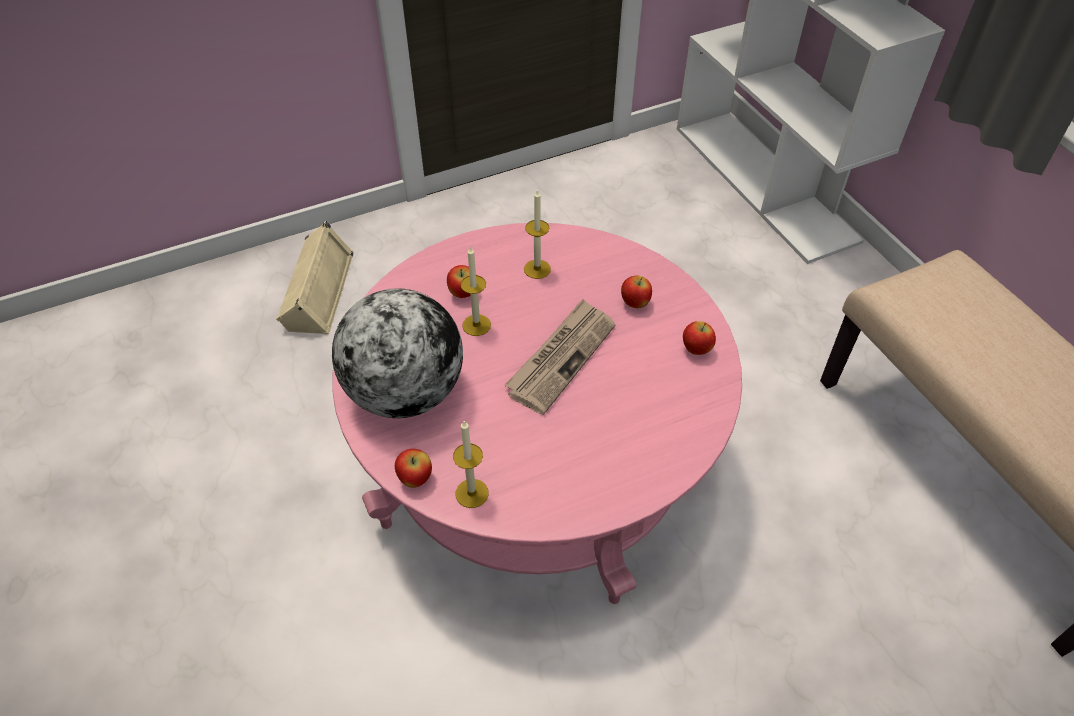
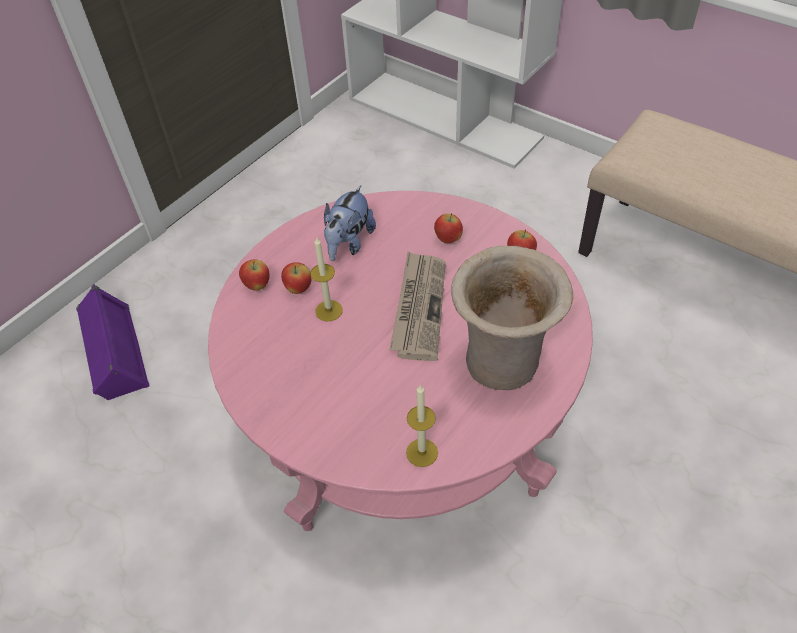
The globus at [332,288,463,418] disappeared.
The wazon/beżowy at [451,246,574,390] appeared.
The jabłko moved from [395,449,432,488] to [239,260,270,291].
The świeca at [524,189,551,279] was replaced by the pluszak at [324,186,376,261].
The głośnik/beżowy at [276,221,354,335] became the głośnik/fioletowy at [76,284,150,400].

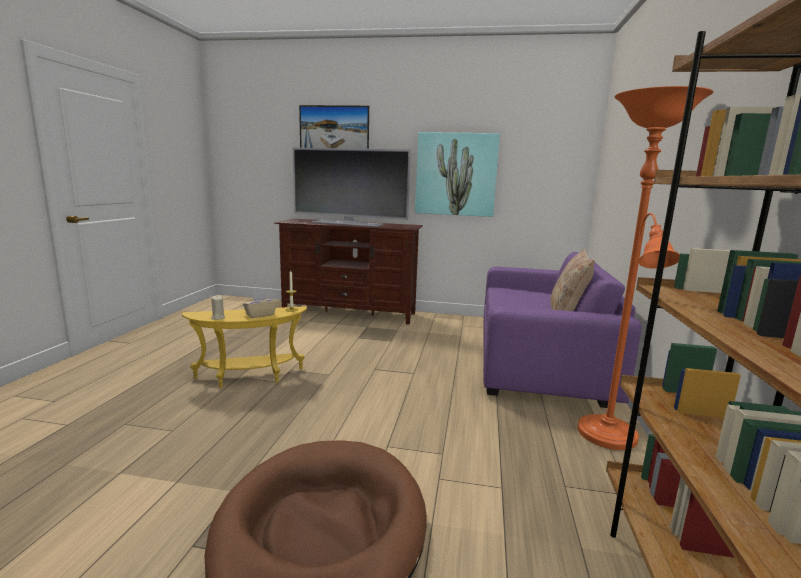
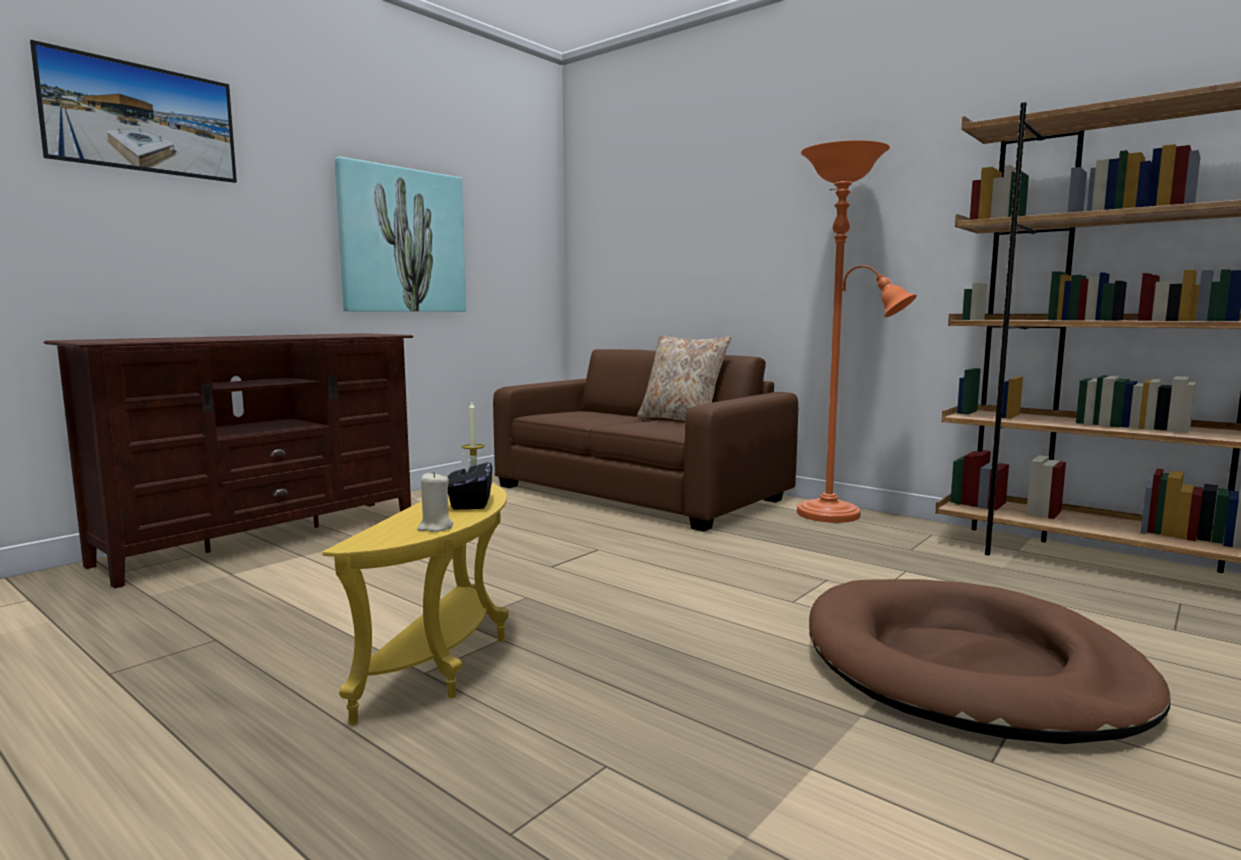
The telewizor at [293,148,411,227] disappeared.
The pudełko chusteczek/beżowy at [243,292,277,318] became the pudełko chusteczek/czarny at [448,451,493,509].
The kanapa/fioletowy at [483,252,641,408] became the kanapa/brązowy at [493,349,798,531].

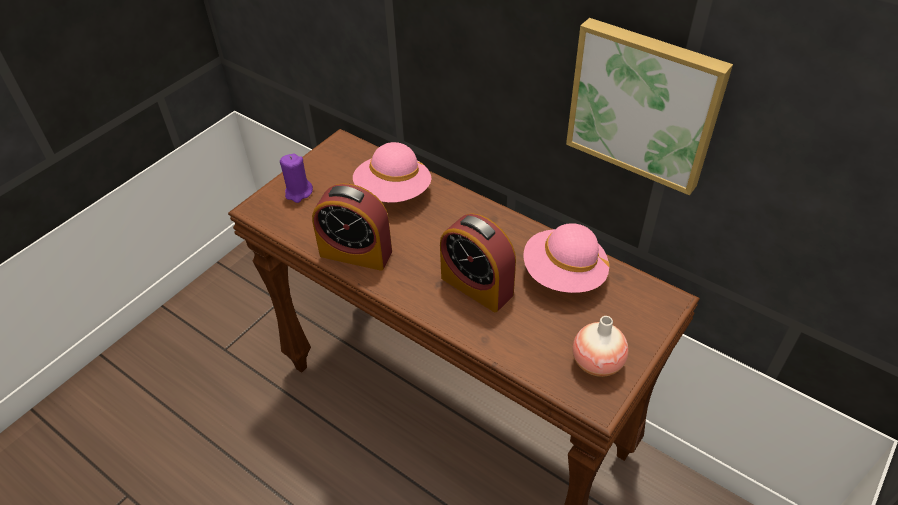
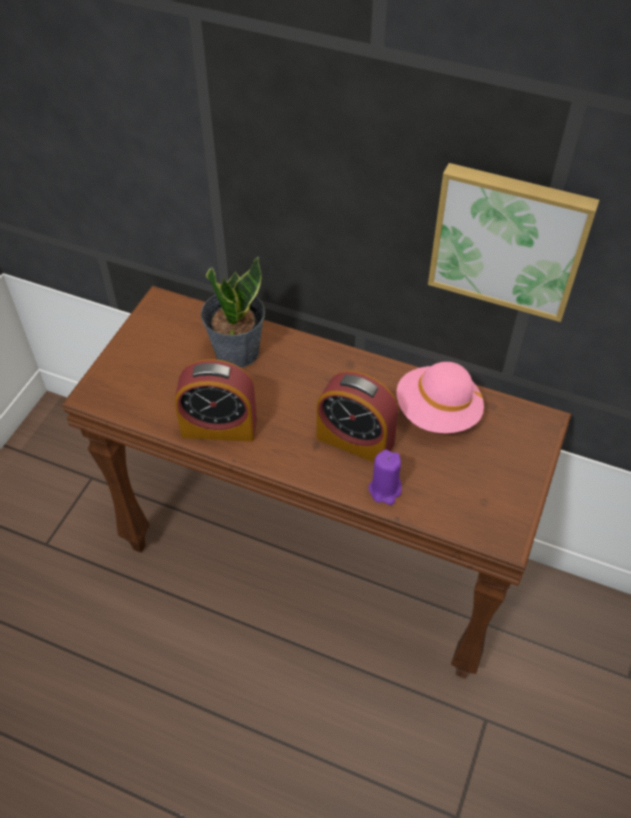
The wazon at [572,316,628,377] disappeared.
The świeca/fioletowy moved from [280,153,313,203] to [369,450,402,505].
The kapelusz/różowy at [353,142,431,203] was replaced by the roślina doniczkowa at [201,257,265,368].

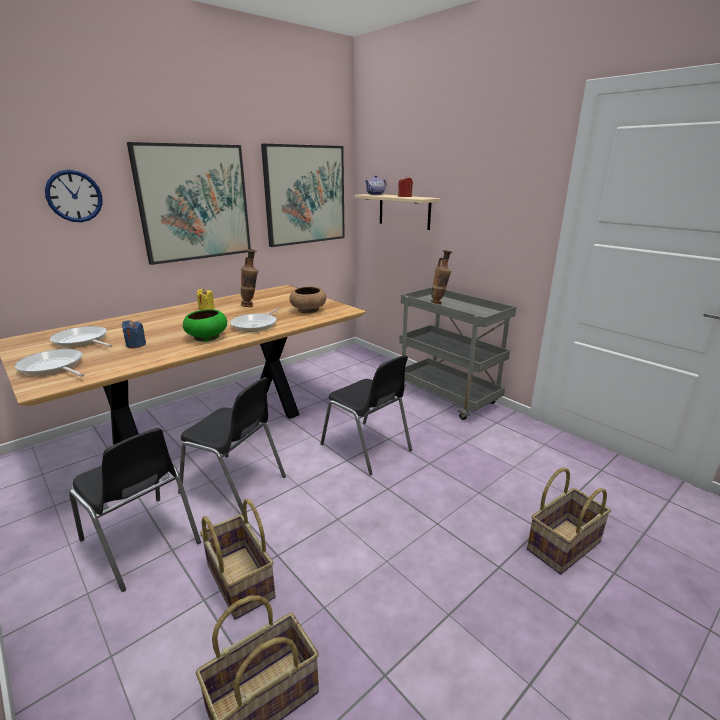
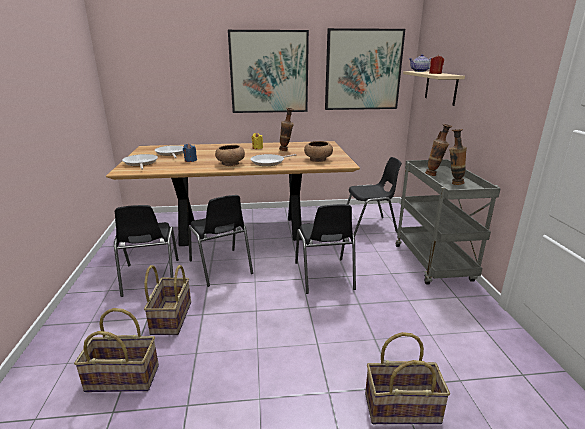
The zegar ścienny at [45,170,103,222] disappeared.
The krzesło/czarny at [347,157,402,237] appeared.
The wazon at [449,129,467,185] appeared.
The miska/zielony at [183,309,227,342] became the miska/brązowy at [215,145,245,166].

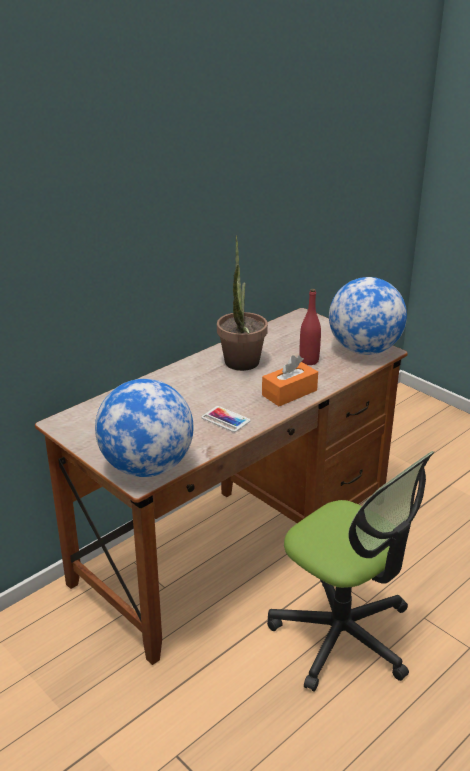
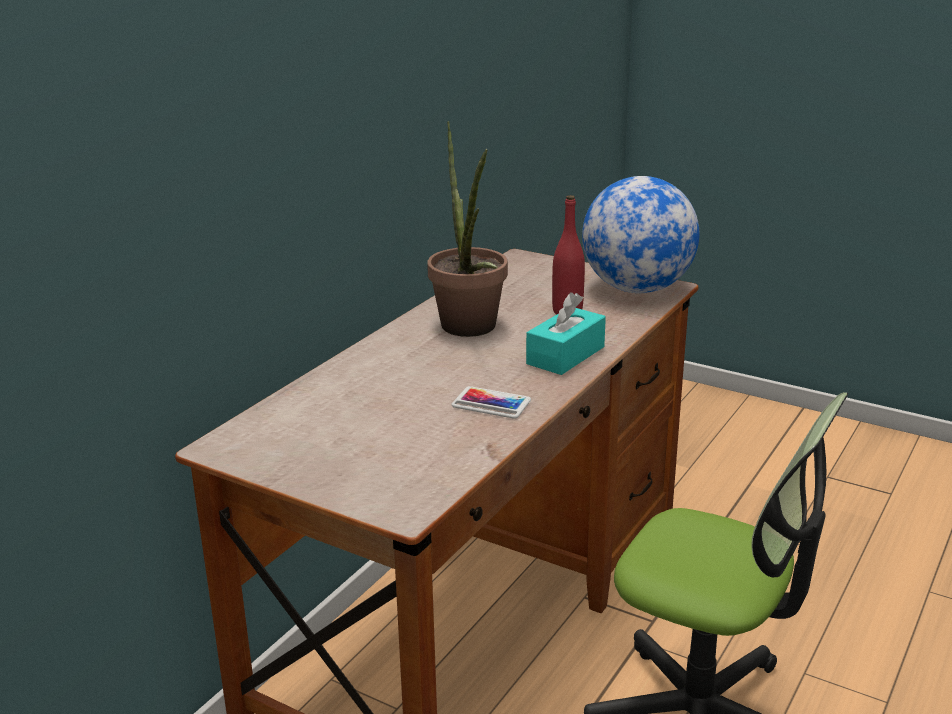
The globus at [95,379,194,477] disappeared.
The pudełko chusteczek/pomarańczowy at [262,355,318,406] became the pudełko chusteczek/turkusowy at [526,293,606,375].

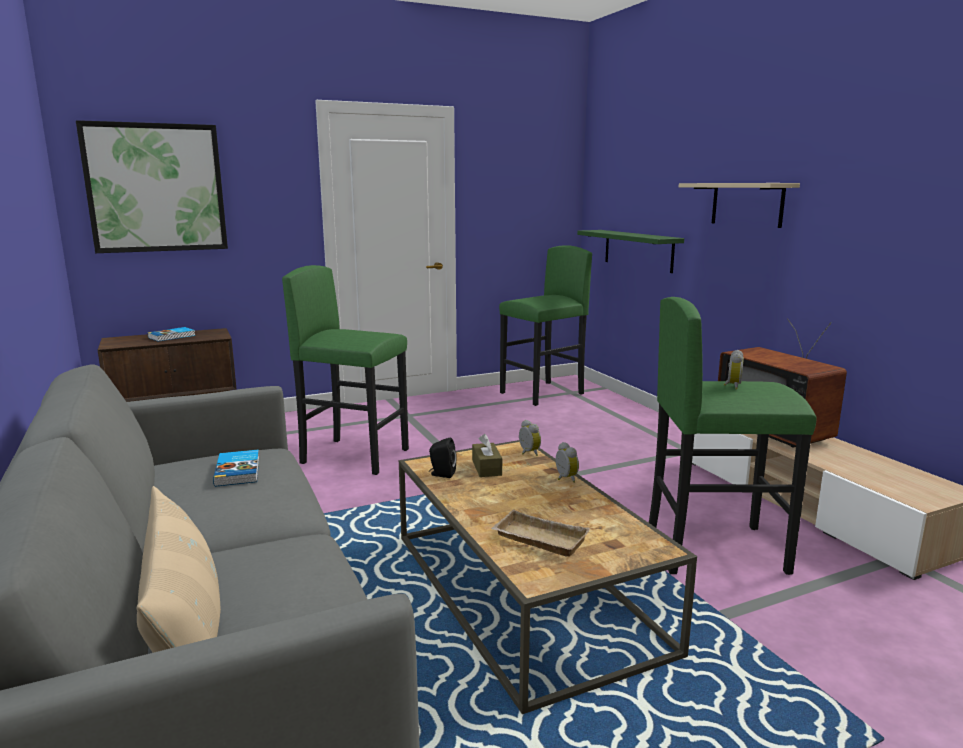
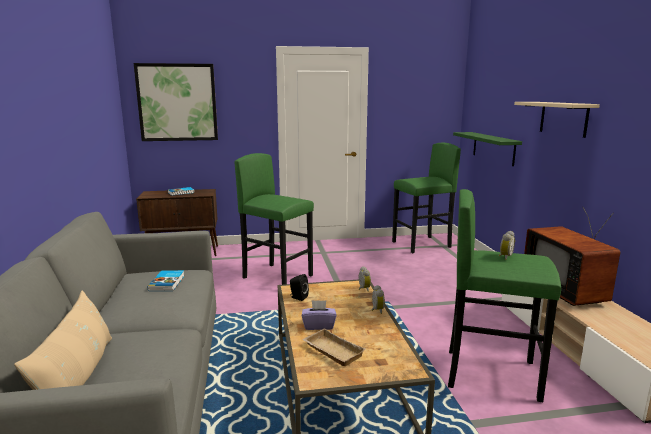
The pudełko chusteczek/brązowy at [472,434,502,477] disappeared.
The pudełko chusteczek/fioletowy at [302,300,337,330] appeared.

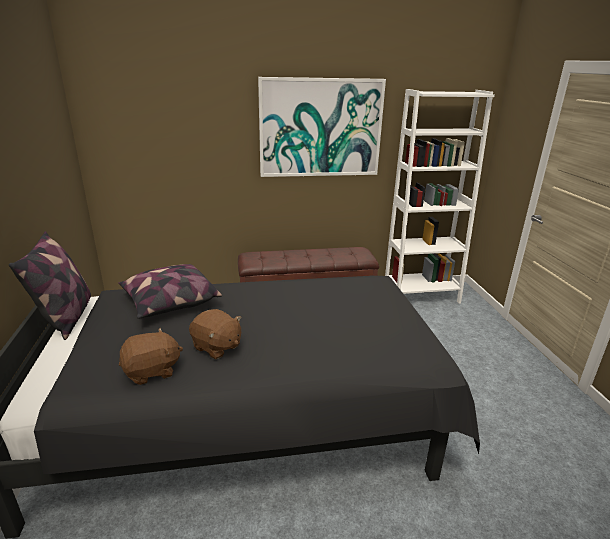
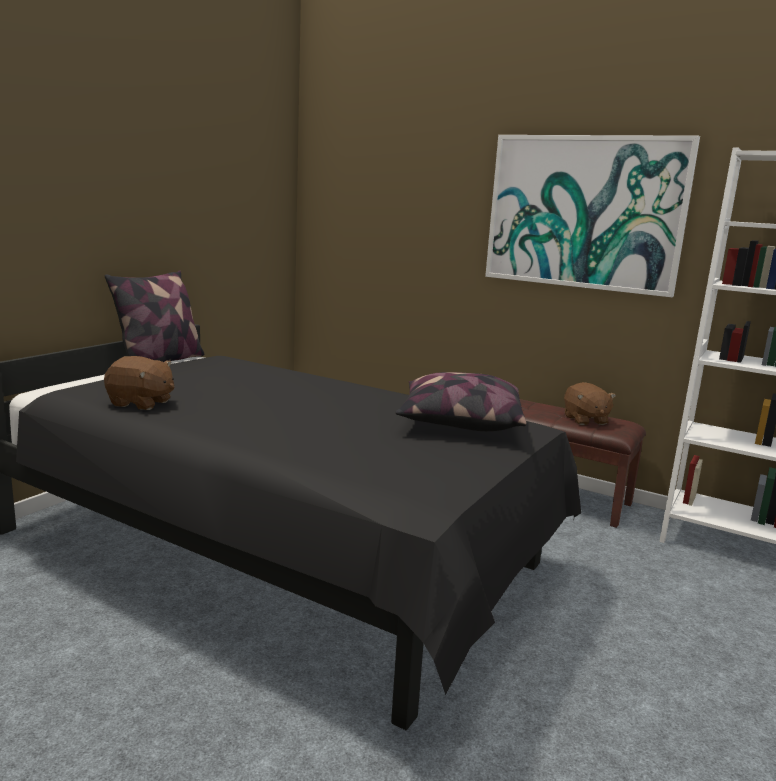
The poduszka moved from [118,264,222,319] to [395,372,527,431].
The pluszak/brązowy moved from [189,309,241,360] to [564,382,616,425].

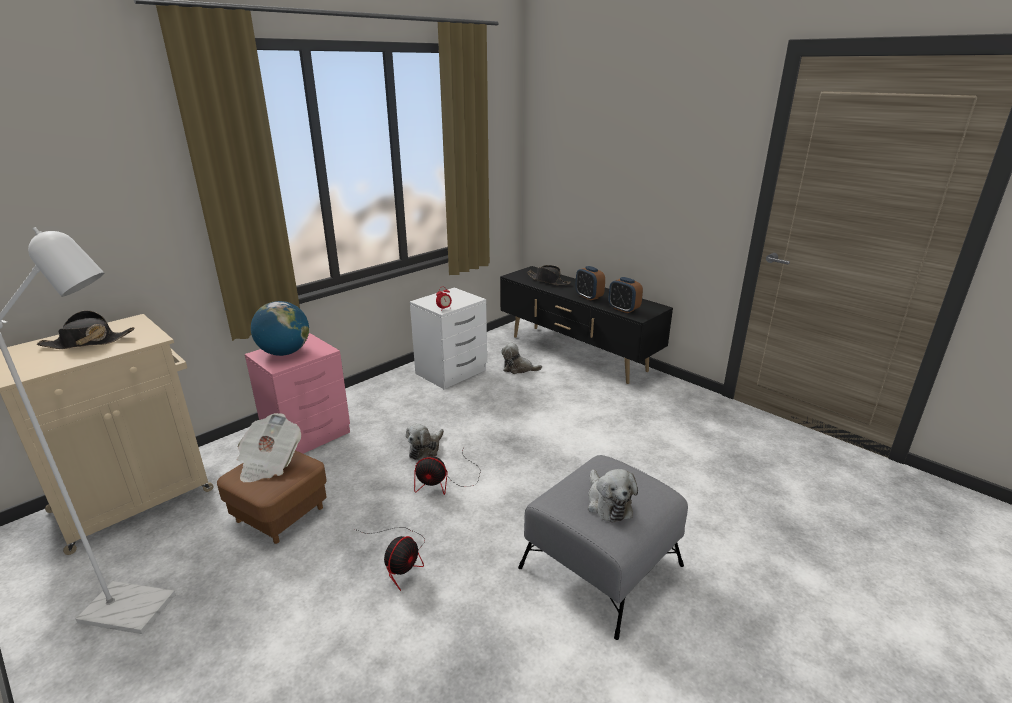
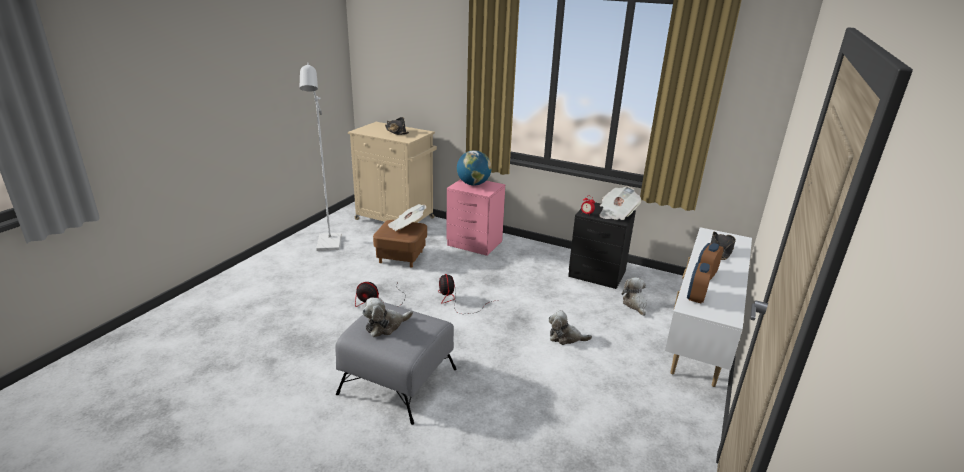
The gazeta at [599,187,641,220] appeared.
The pluszak moved from [406,424,444,460] to [549,310,592,345].
The szafka nocna/biały at [410,287,487,389] became the szafka nocna/czarny at [568,202,636,289].
The szafka pod telewizor/czarny at [500,266,673,384] became the szafka pod telewizor/biały at [665,227,752,387].

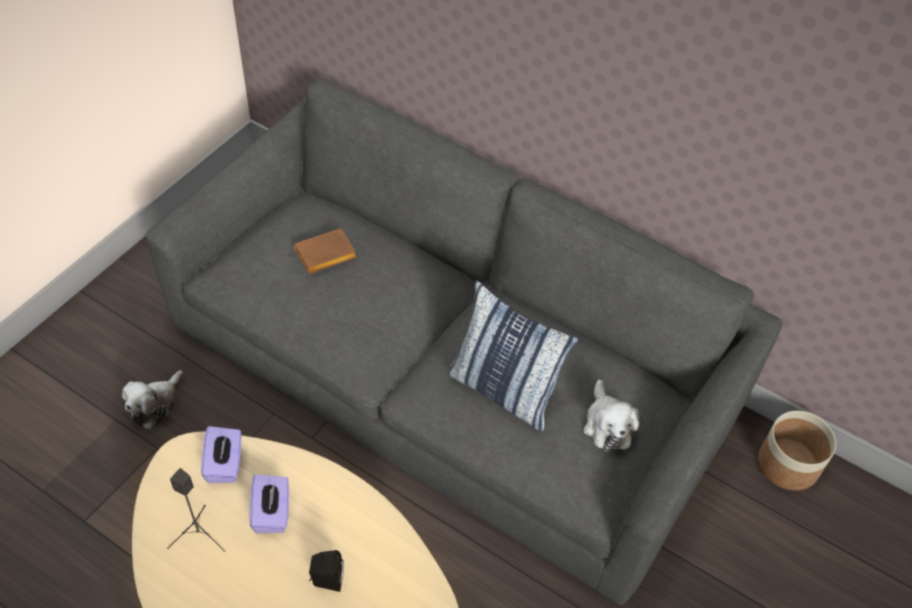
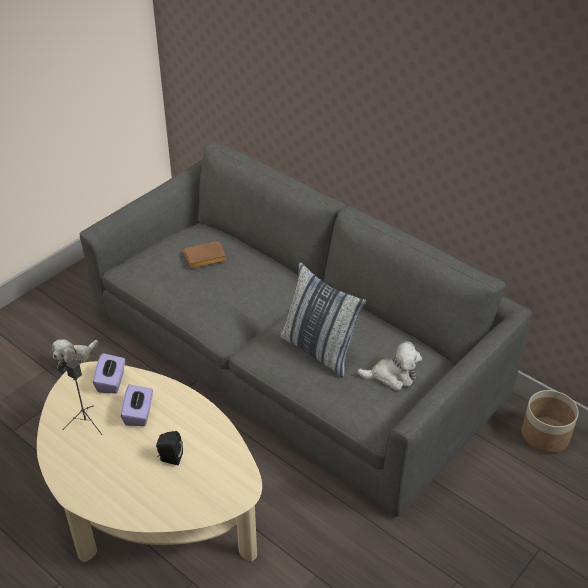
The pluszak at [583,380,642,452] turned 90 degrees counterclockwise.

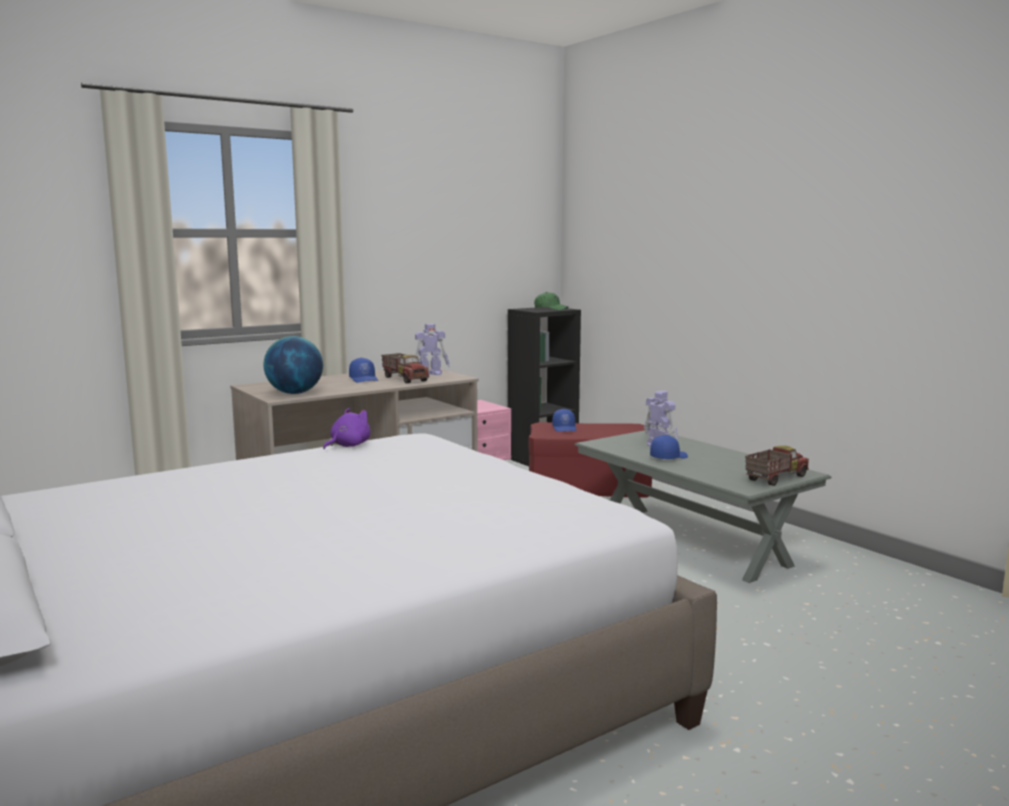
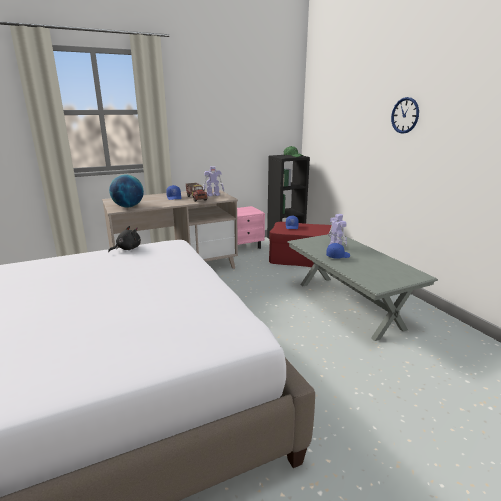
The ciężarówka zabawkowa at [745,446,809,486] disappeared.
The zegar ścienny at [391,97,419,134] appeared.
The pluszak/fioletowy at [323,408,371,449] became the pluszak/czarny at [108,226,141,252].

